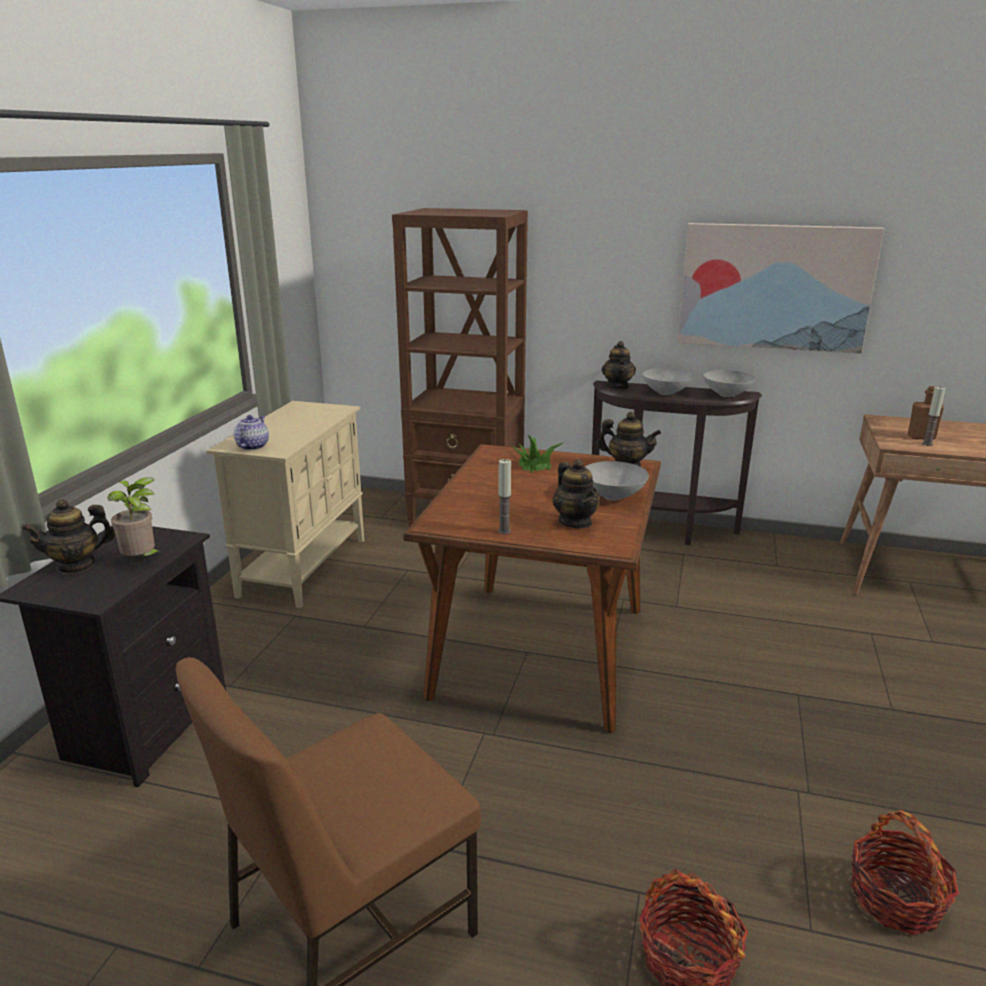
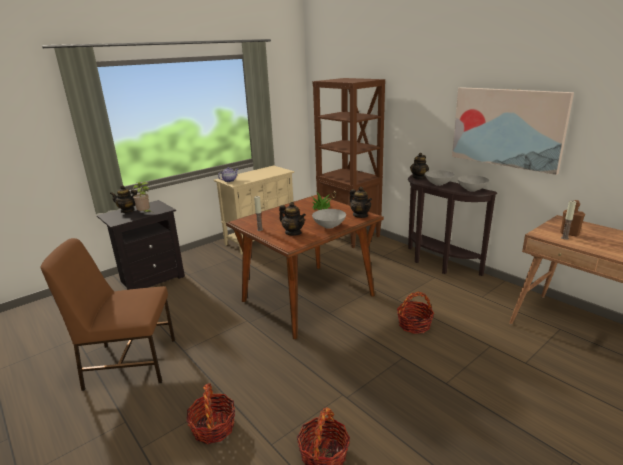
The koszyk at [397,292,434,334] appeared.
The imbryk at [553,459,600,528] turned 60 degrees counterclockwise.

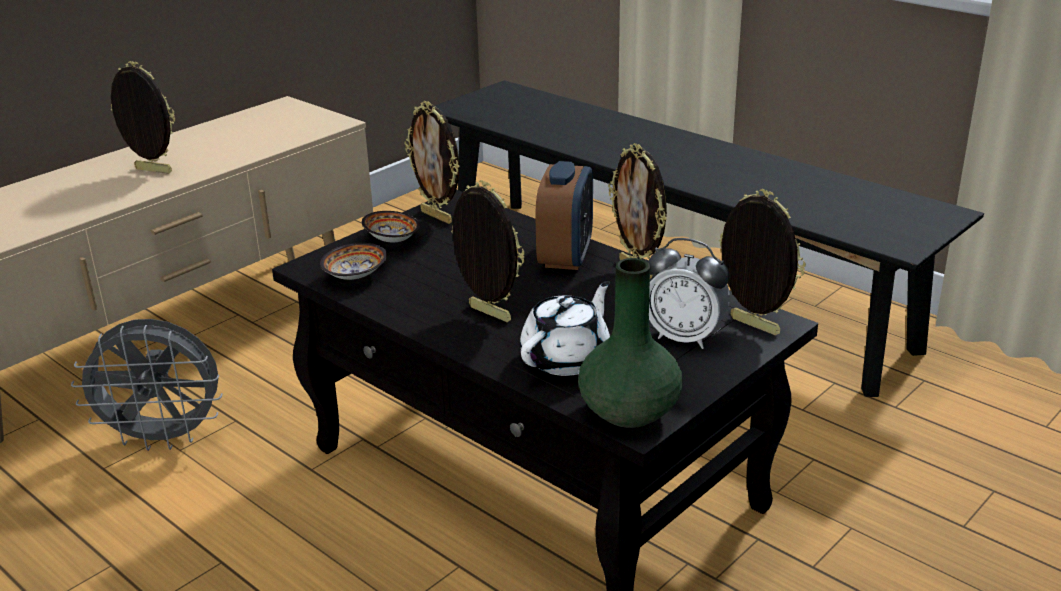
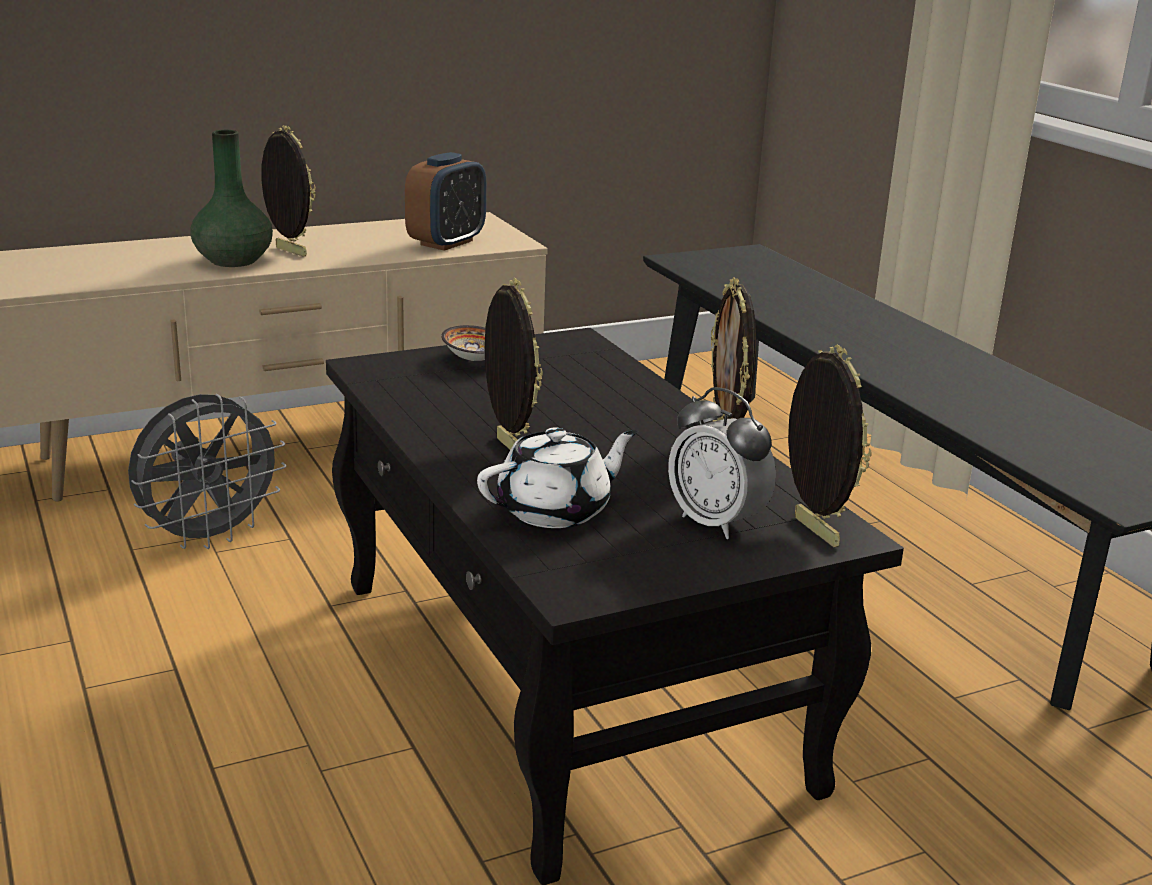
The miska at [320,243,387,280] disappeared.
The ramka na zdjęcie at [405,101,460,224] disappeared.
The budzik moved from [536,161,593,270] to [405,152,486,251].
The wazon/zielony moved from [578,258,682,428] to [190,130,273,267].
The wentylator/szary at [71,319,223,451] turned 60 degrees counterclockwise.

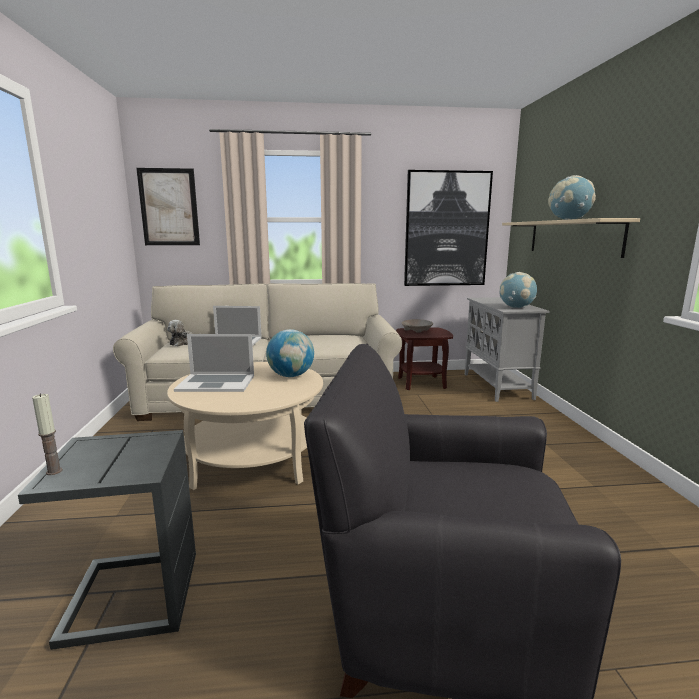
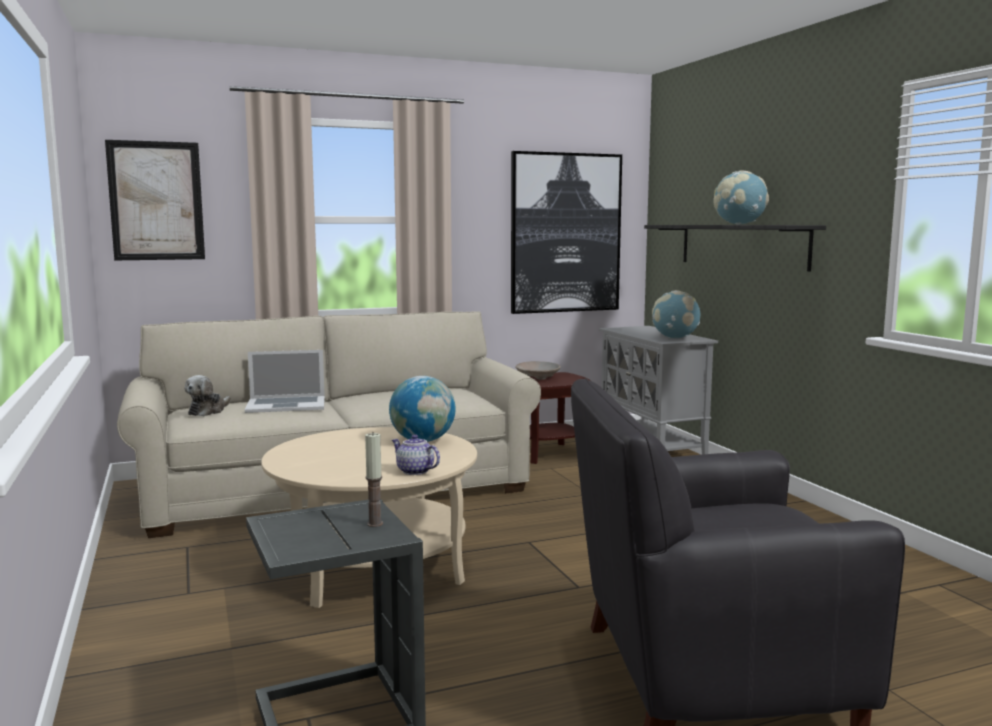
The laptop at [174,334,254,392] disappeared.
The imbryk at [392,435,440,475] appeared.
The świeca moved from [32,393,63,475] to [365,433,383,527].
The półka/beżowy at [502,218,640,258] became the półka/czarny at [644,225,826,271].

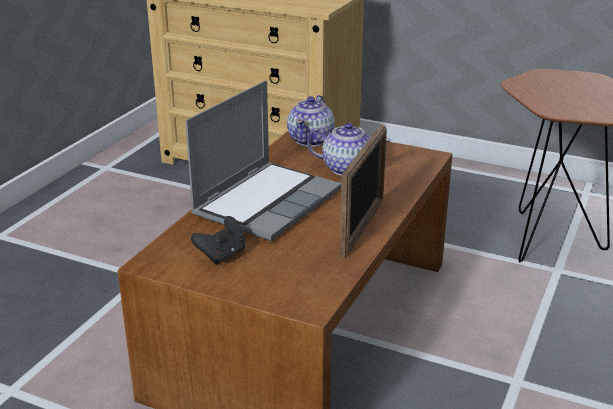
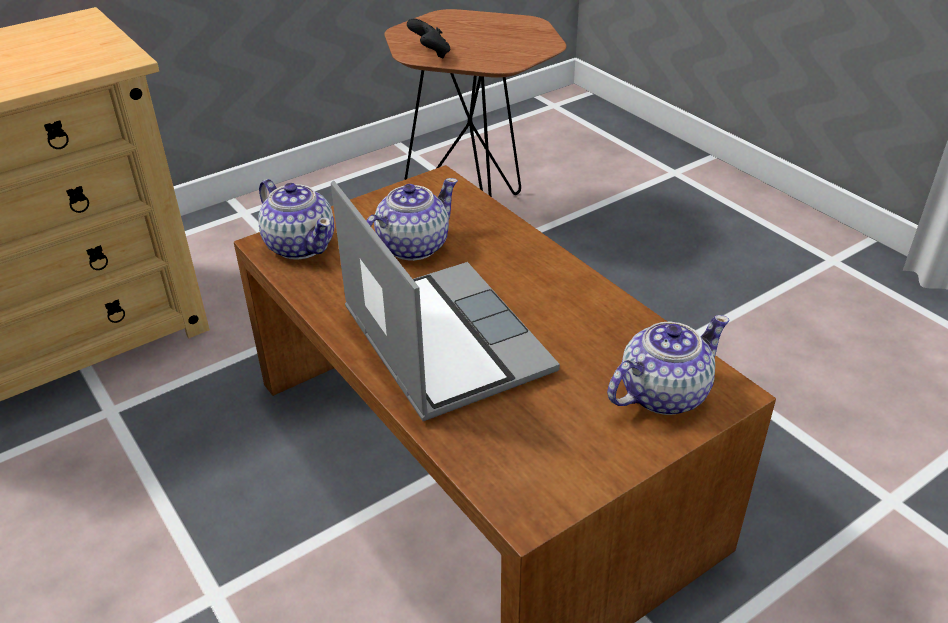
The ramka na zdjęcie at [340,125,387,258] disappeared.
The imbryk at [607,315,730,415] appeared.
The pad do gier/czarny moved from [191,216,246,265] to [407,18,450,58].

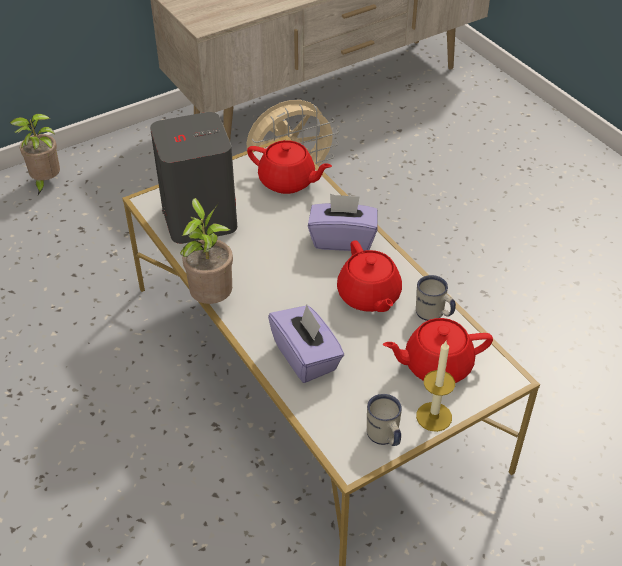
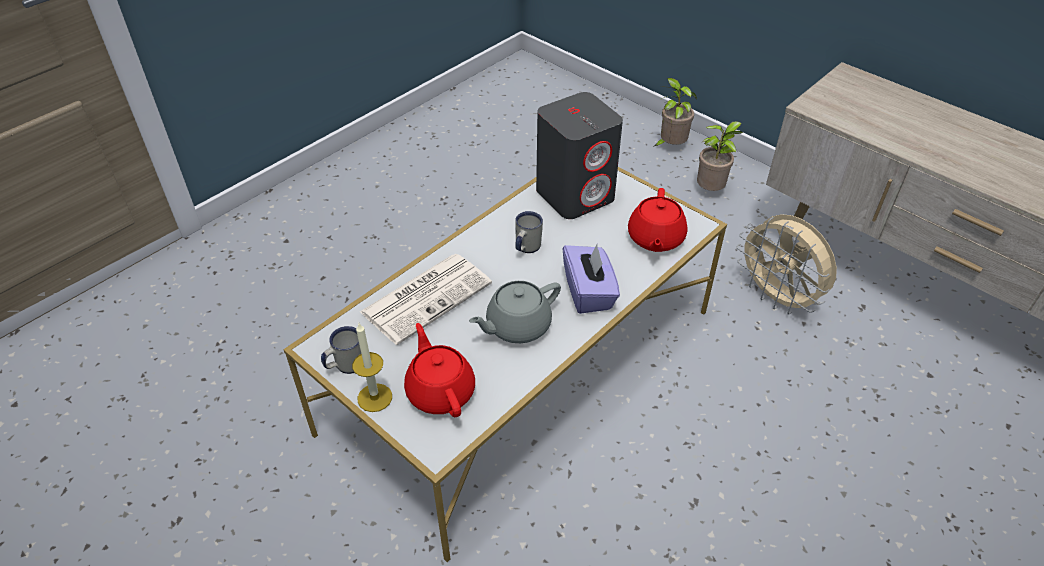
The roślina doniczkowa moved from [180,198,233,304] to [697,121,743,191].
The kubek/biały moved from [416,275,456,321] to [515,211,543,253].
The pudełko chusteczek/fioletowy at [268,305,344,383] was replaced by the gazeta at [360,254,492,345].
The imbryk/czerwony at [337,241,402,312] became the imbryk/szary at [469,281,561,343].

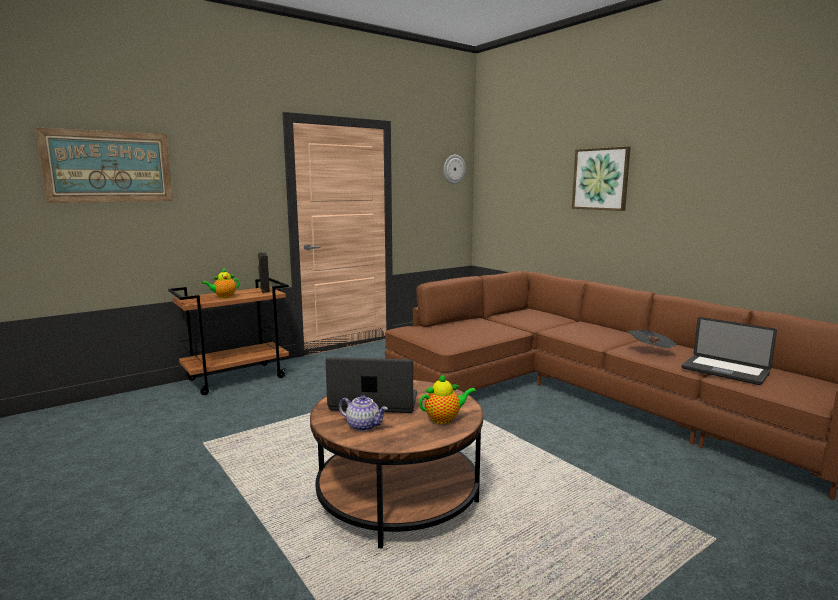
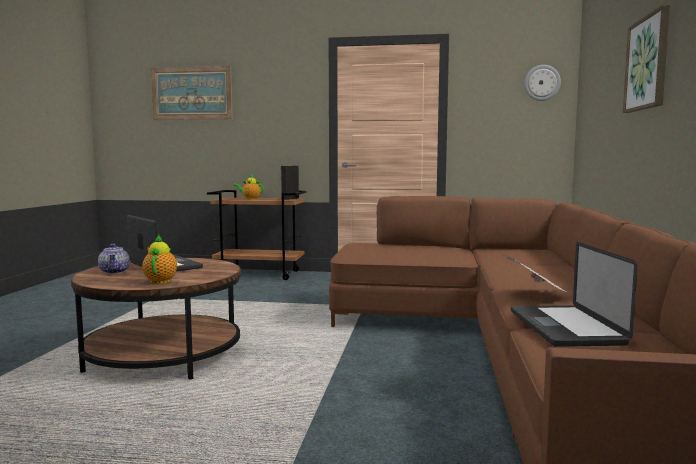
The imbryk at [419,374,476,424] turned 120 degrees counterclockwise.

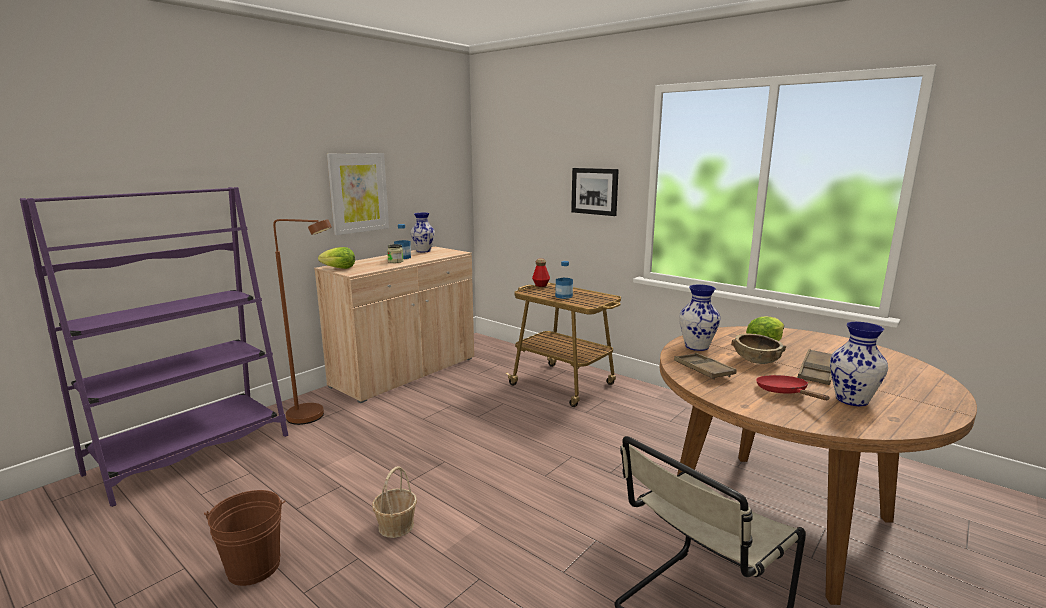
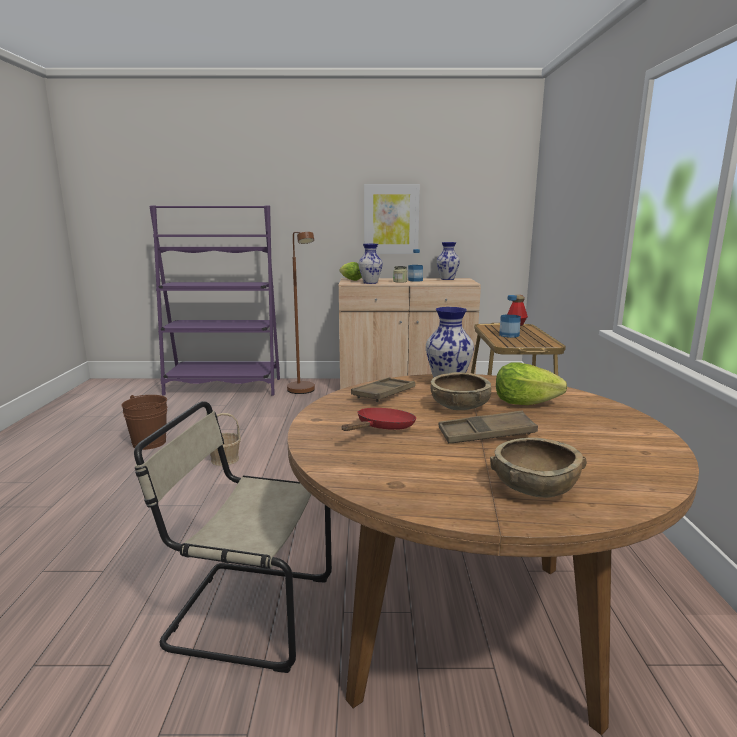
The obraz at [571,168,619,216] disappeared.
The miska/brązowy at [490,438,587,498] appeared.
The wazon moved from [830,322,888,406] to [358,244,383,284].

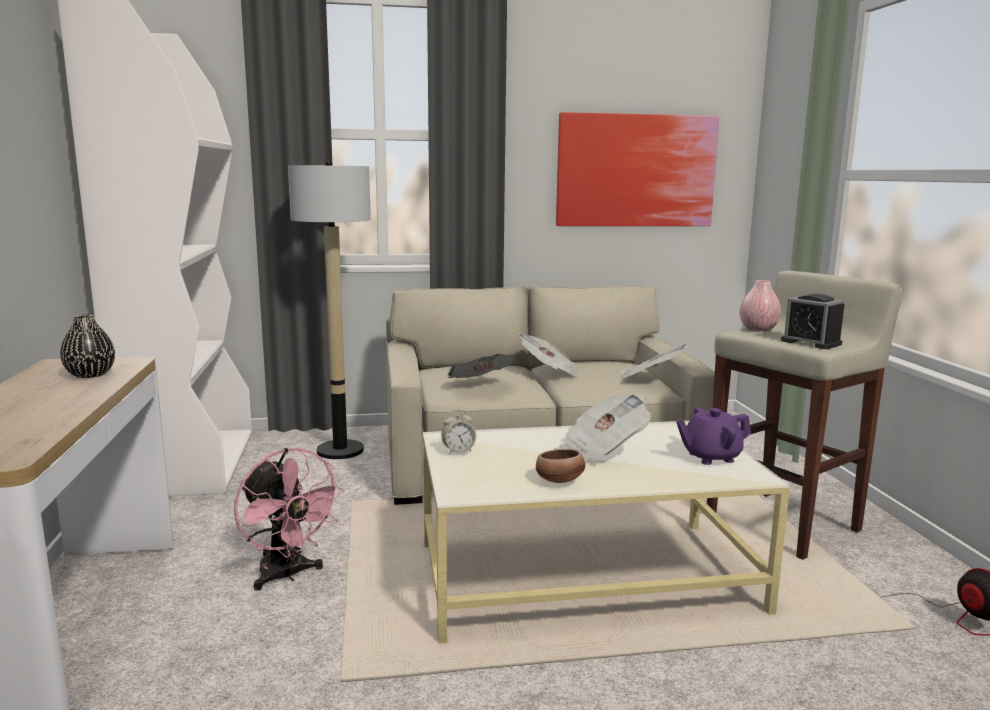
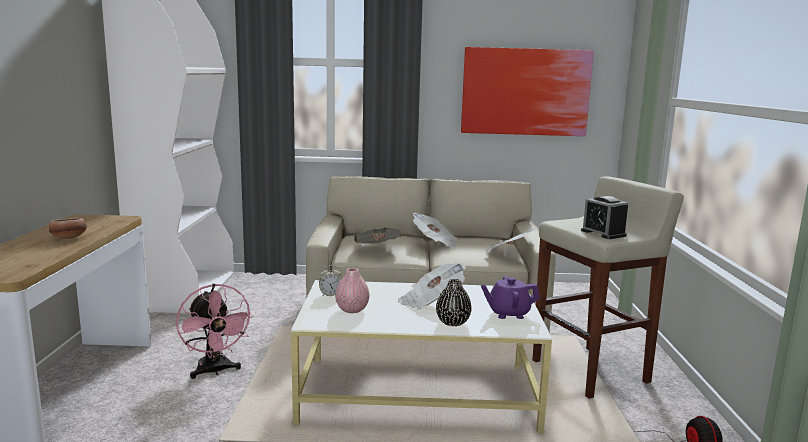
The lampa stojąca at [288,160,371,459] disappeared.
The wazon/czarny moved from [60,314,115,378] to [436,279,472,326].
The miska moved from [536,448,585,483] to [49,218,87,239].
The wazon/różowy moved from [739,280,781,331] to [335,268,369,313].

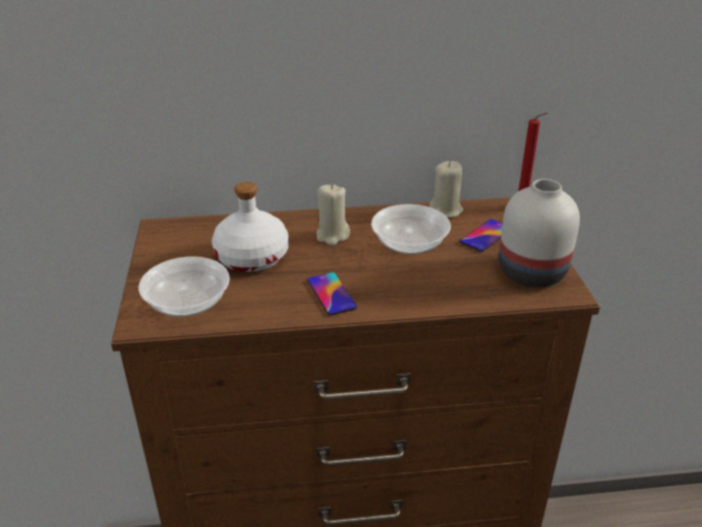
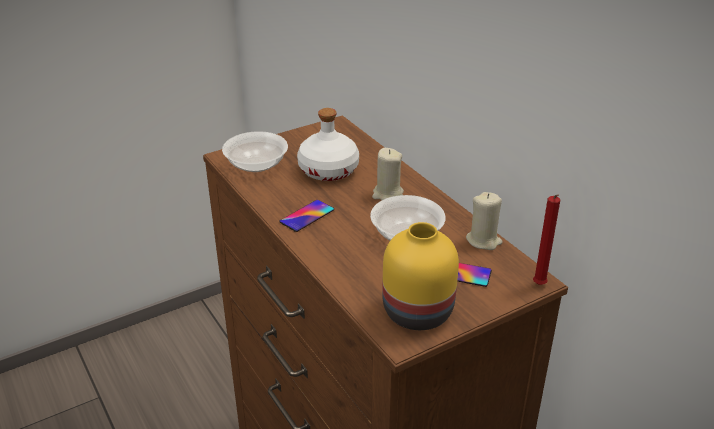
The wazon/biały at [499,179,580,287] became the wazon/żółty at [382,222,459,330].

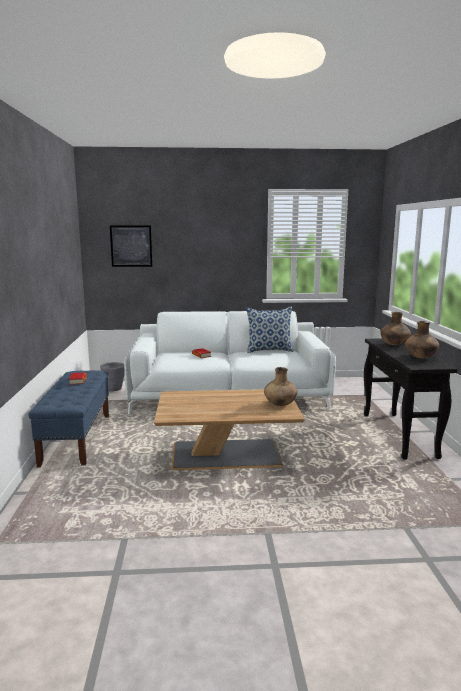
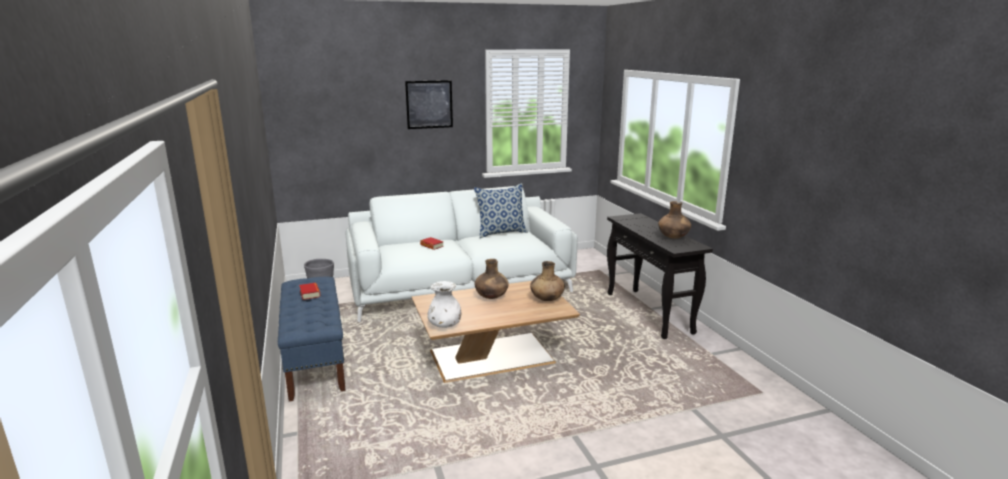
The wazon/biały at [428,281,461,328] appeared.
The obraz moved from [110,225,152,267] to [405,80,453,129].
The wazon/brązowy moved from [380,312,411,345] to [475,259,509,299].

